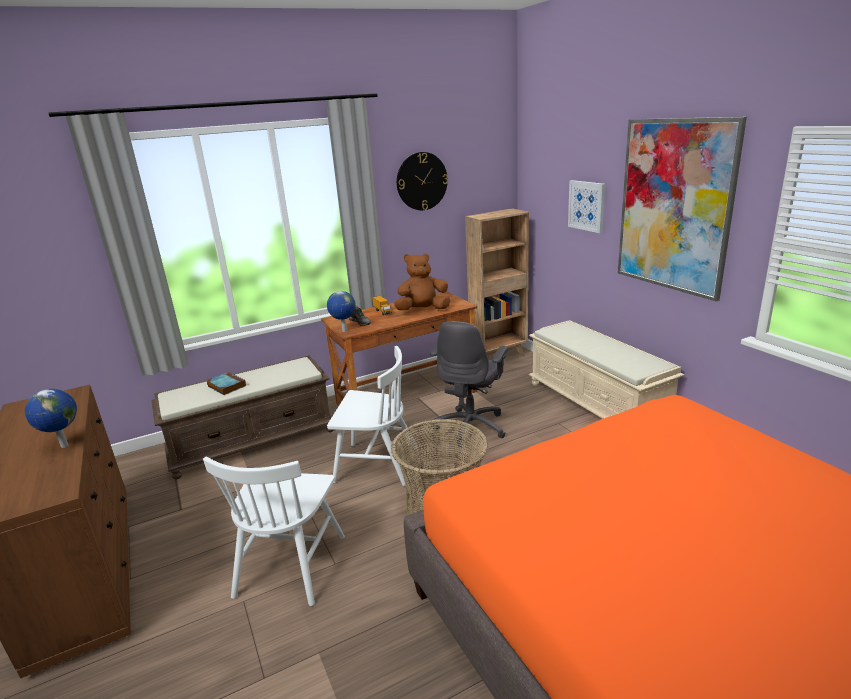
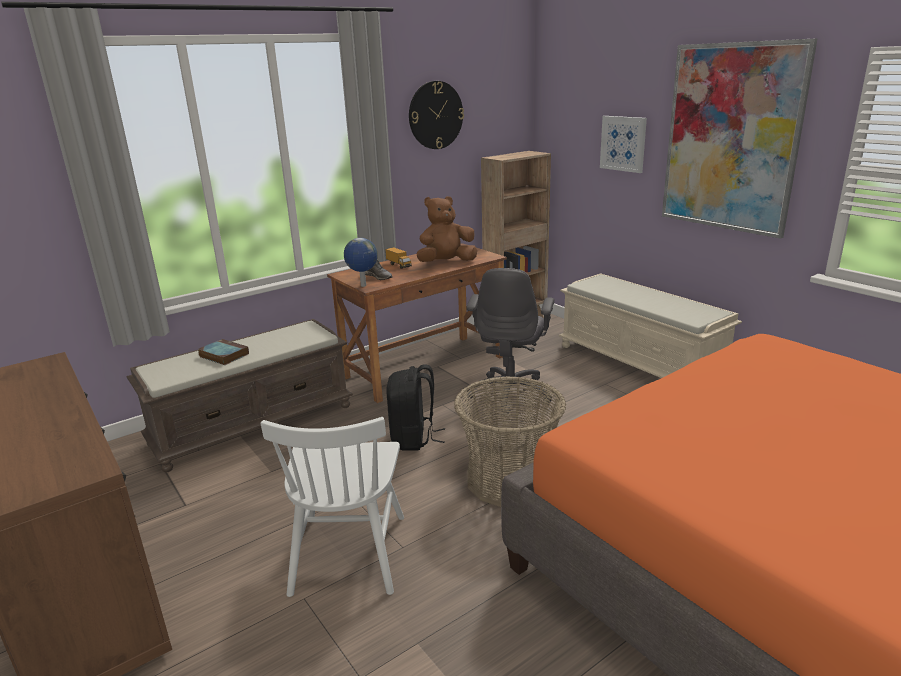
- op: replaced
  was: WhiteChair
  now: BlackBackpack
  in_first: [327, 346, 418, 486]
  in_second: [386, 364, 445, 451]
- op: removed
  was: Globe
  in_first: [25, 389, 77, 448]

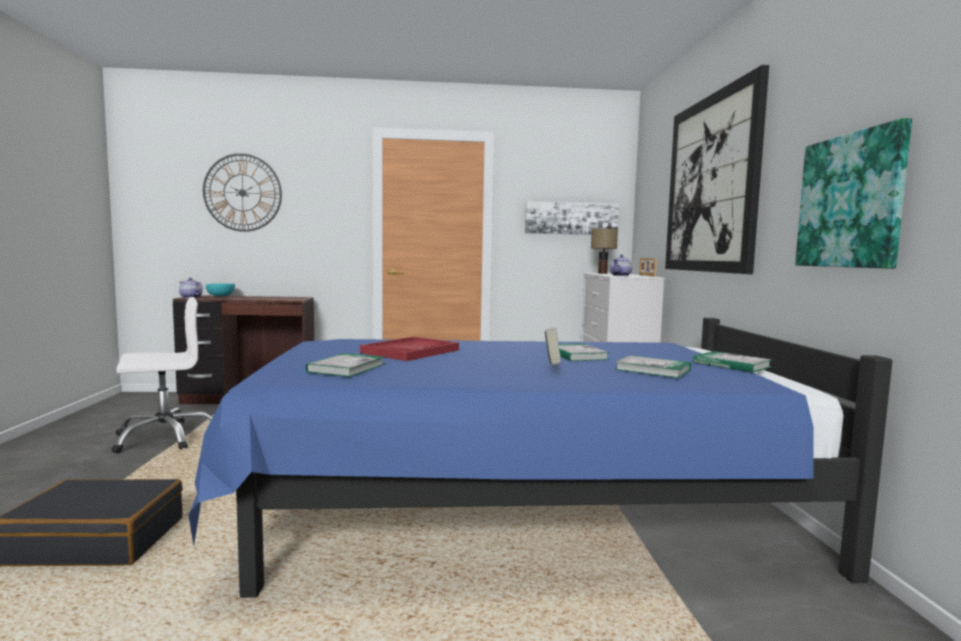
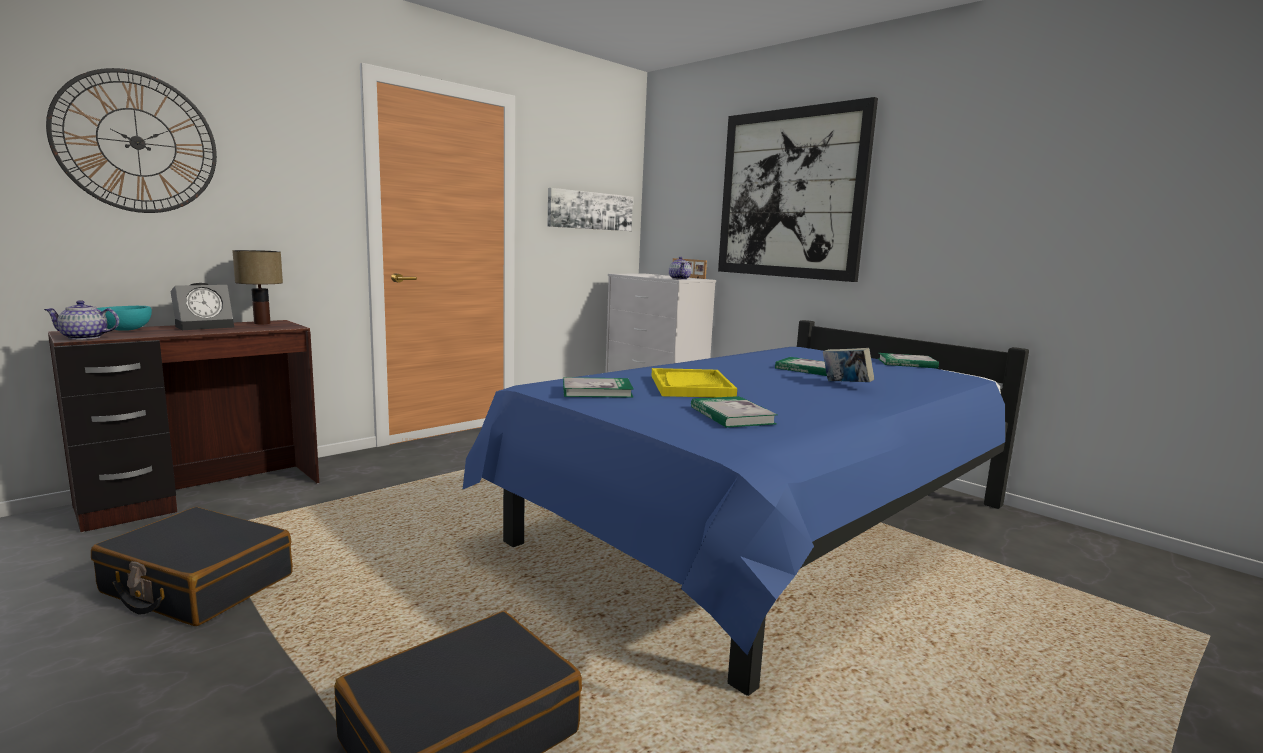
- op: replaced
  was: WhiteOfficeChair
  now: BlackSuitcase
  in_first: [111, 297, 212, 453]
  in_second: [91, 507, 292, 626]
- op: added
  now: AlarmClock
  in_second: [170, 283, 234, 330]
- op: moved
  was: TableLamp
  in_first: [591, 228, 618, 274]
  in_second: [232, 250, 283, 324]
- op: moved
  was: Book
  in_first: [615, 355, 691, 378]
  in_second: [563, 377, 634, 398]
- op: recoloured
  was: RedTray
  now: YellowTray
  in_first: [360, 337, 459, 361]
  in_second: [652, 368, 737, 397]
- op: removed
  was: Picture
  in_first: [795, 118, 912, 269]

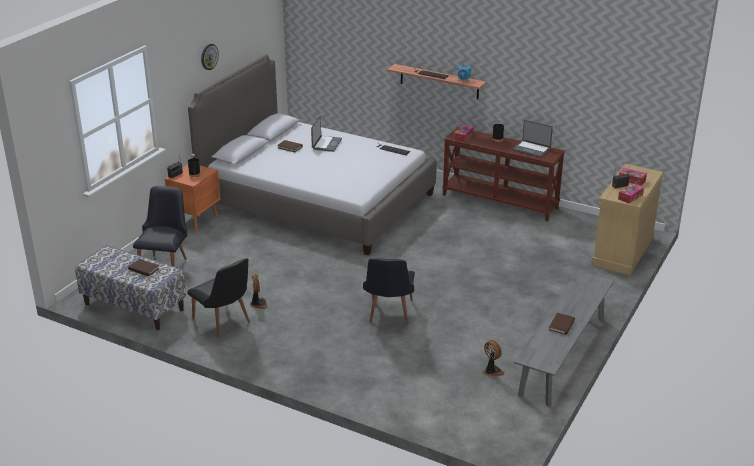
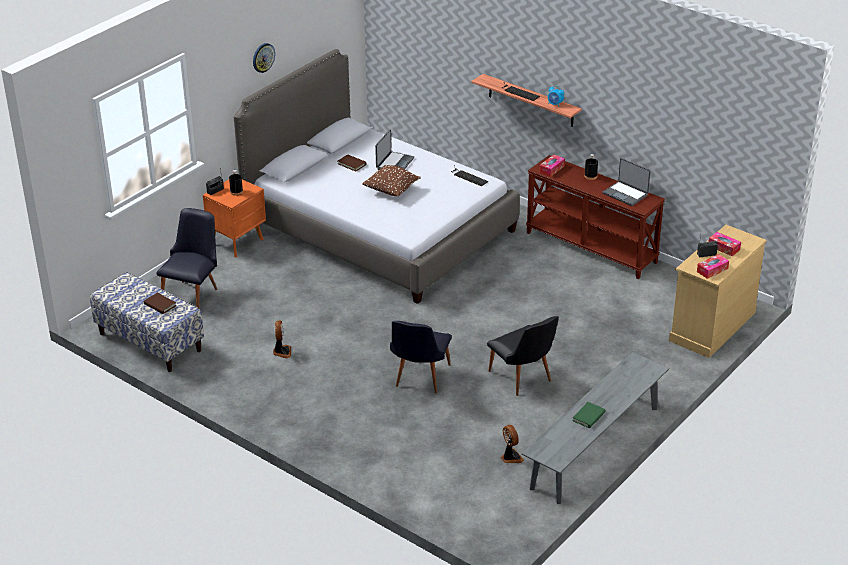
- op: added
  now: BrownPillow
  in_second: [362, 165, 421, 196]
- op: moved
  was: BlackChair
  in_first: [187, 258, 250, 337]
  in_second: [487, 316, 559, 396]
- op: recoloured
  was: BrownBook
  now: GreenBook
  in_first: [549, 313, 575, 335]
  in_second: [573, 402, 605, 428]

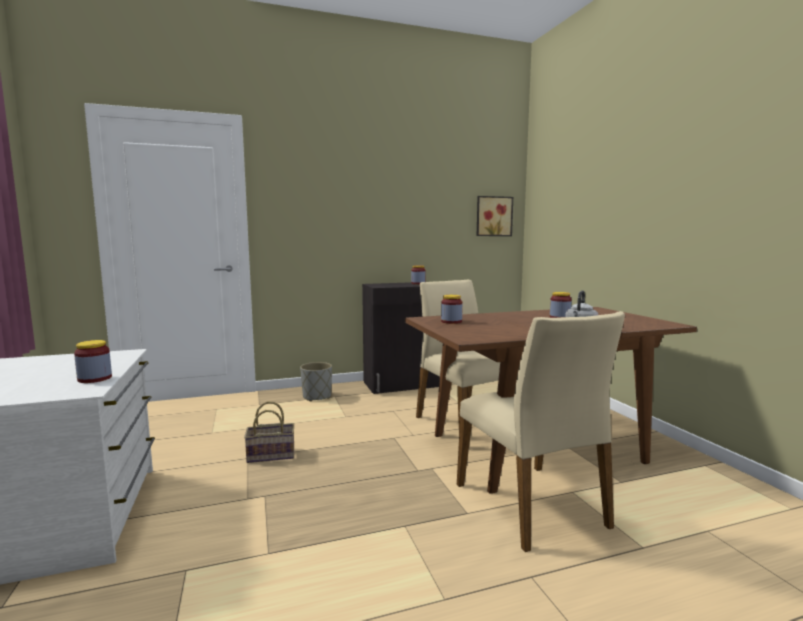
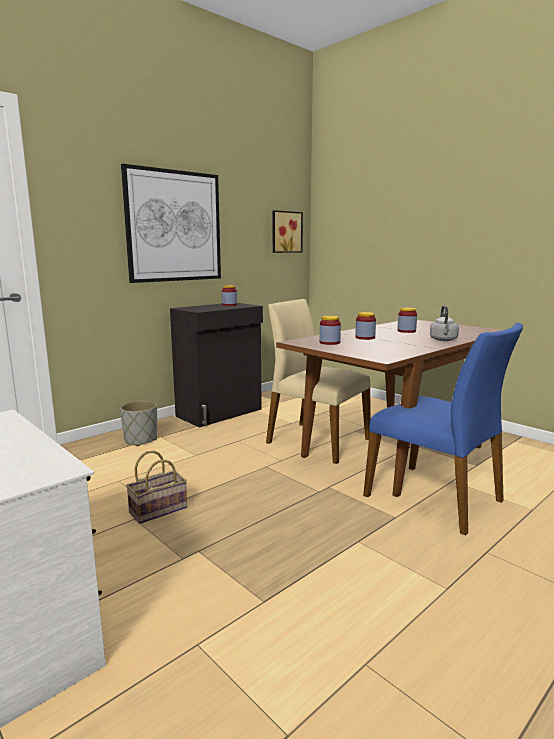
- op: added
  now: Picture
  in_second: [121, 164, 221, 283]
- op: moved
  was: Jar
  in_first: [74, 340, 112, 383]
  in_second: [355, 312, 376, 340]
- op: recoloured
  was: BeigeChair
  now: BlueChair
  in_first: [457, 311, 625, 552]
  in_second: [363, 323, 523, 536]

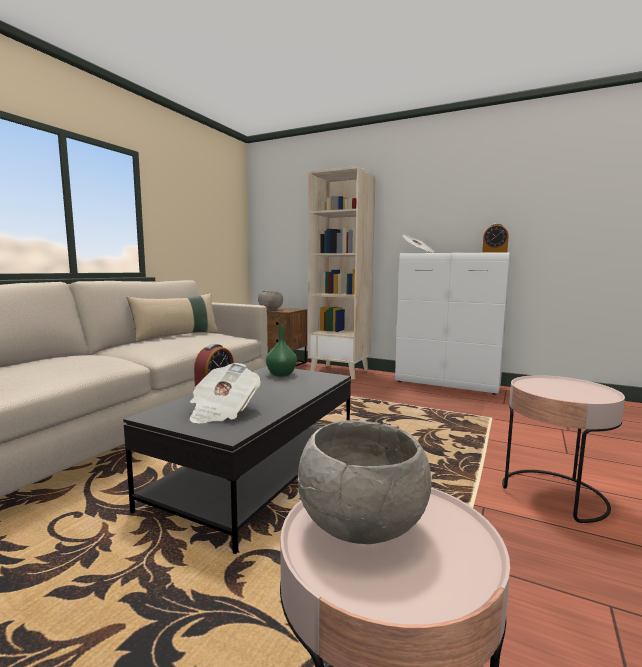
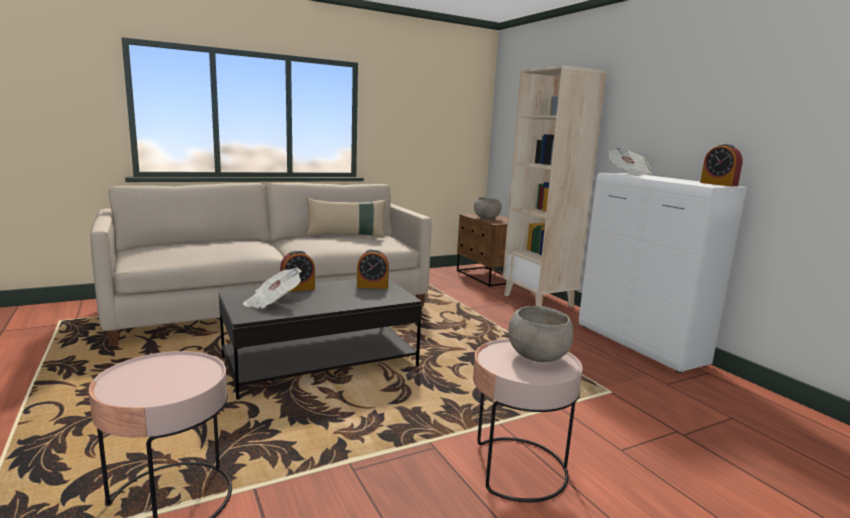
- op: replaced
  was: GreenVase
  now: AlarmClock
  in_first: [266, 325, 297, 377]
  in_second: [357, 249, 389, 289]
- op: moved
  was: GreyBowl
  in_first: [298, 420, 431, 544]
  in_second: [508, 306, 573, 362]

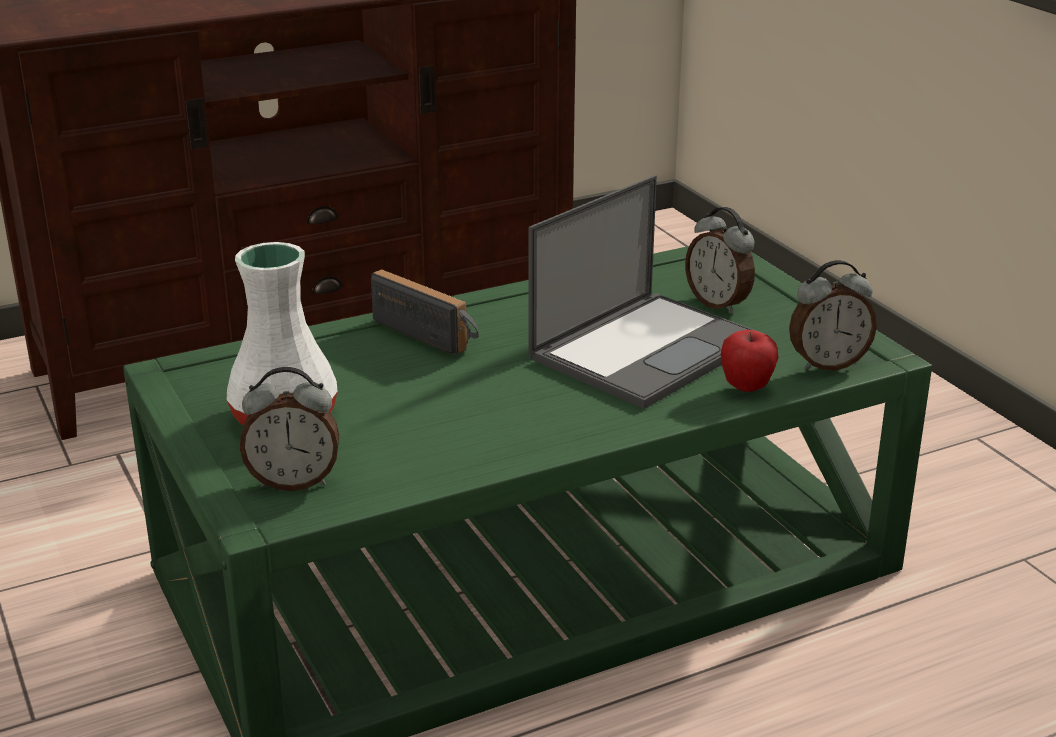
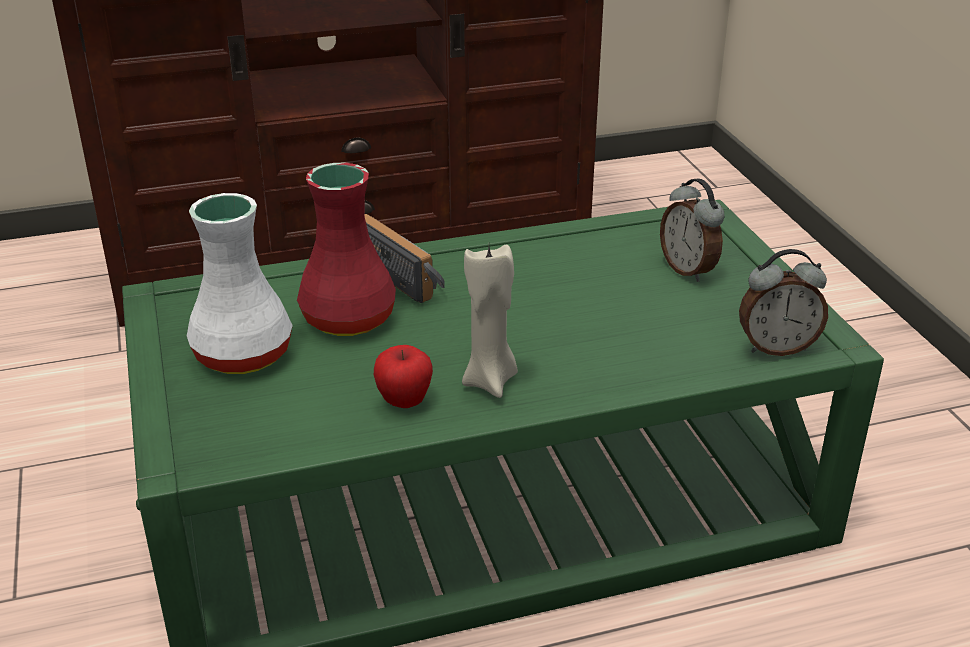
- op: added
  now: RedVase
  in_second: [297, 163, 396, 336]
- op: moved
  was: Apple
  in_first: [721, 330, 779, 392]
  in_second: [374, 345, 433, 408]
- op: added
  now: BeigeCandle
  in_second: [462, 245, 518, 398]
- op: removed
  was: AlarmClock
  in_first: [240, 367, 339, 491]
- op: removed
  was: Laptop
  in_first: [528, 175, 759, 409]

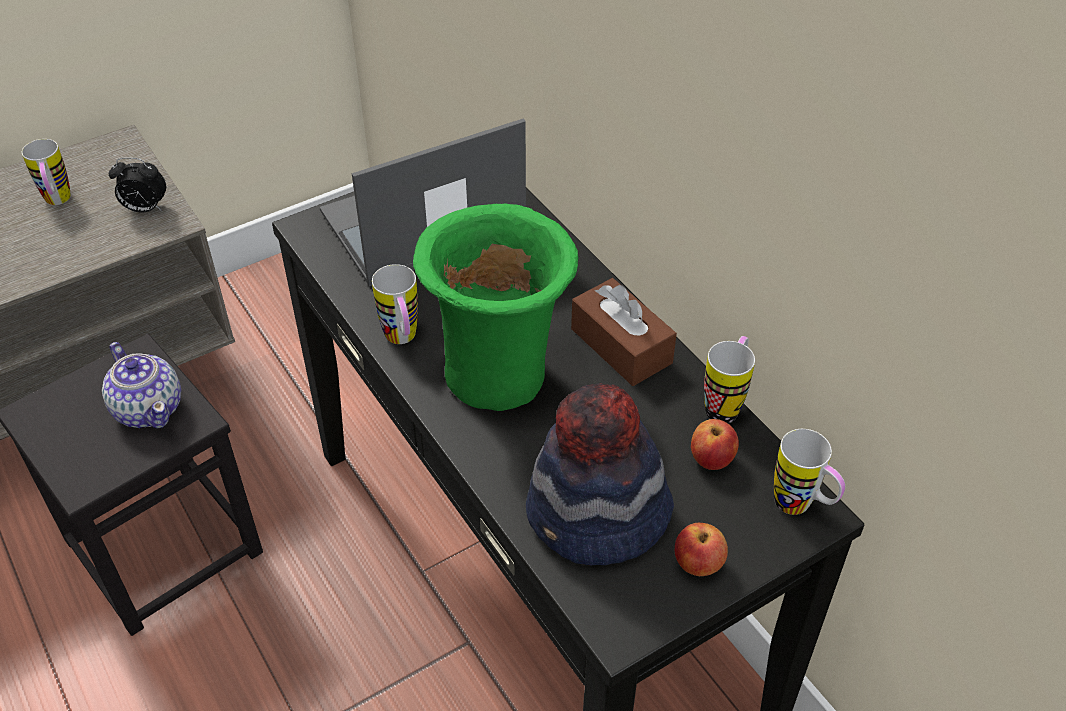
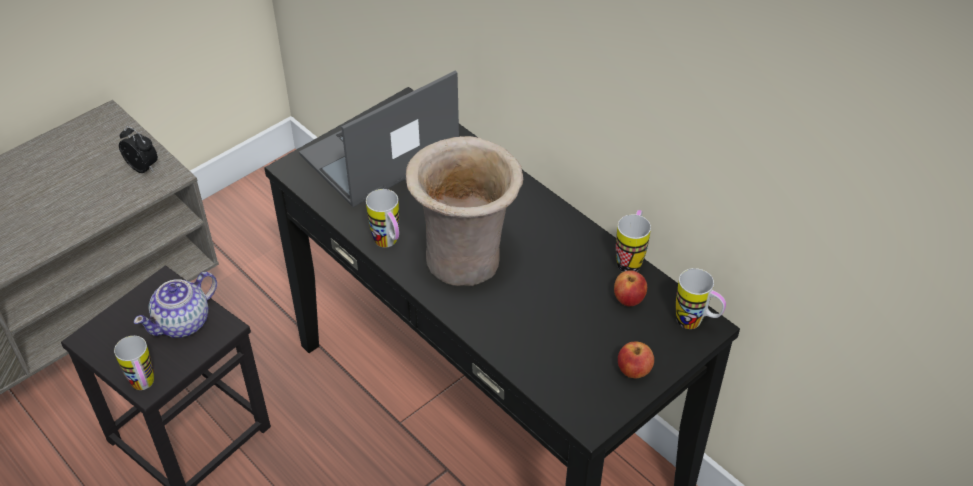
- op: moved
  was: Mug
  in_first: [22, 139, 71, 205]
  in_second: [114, 336, 154, 390]
- op: turned
  was: AlarmClock
  in_first: [109, 157, 166, 213]
  in_second: [119, 126, 158, 173]
  clockwise: -135
- op: turned
  was: Teapot
  in_first: [102, 342, 181, 428]
  in_second: [134, 272, 217, 338]
  clockwise: 90
- op: recoloured
  was: GreenVase
  now: BeigeVase
  in_first: [413, 203, 578, 411]
  in_second: [406, 136, 523, 286]
- op: removed
  was: Hat
  in_first: [526, 383, 674, 566]
- op: removed
  was: BrownTissueBox
  in_first: [571, 278, 677, 386]

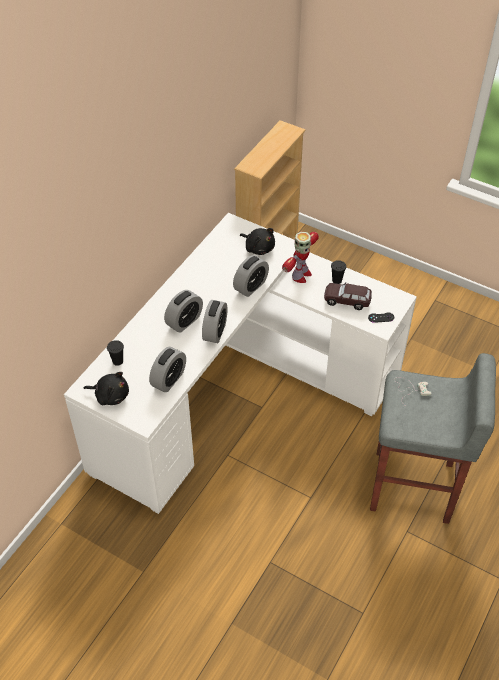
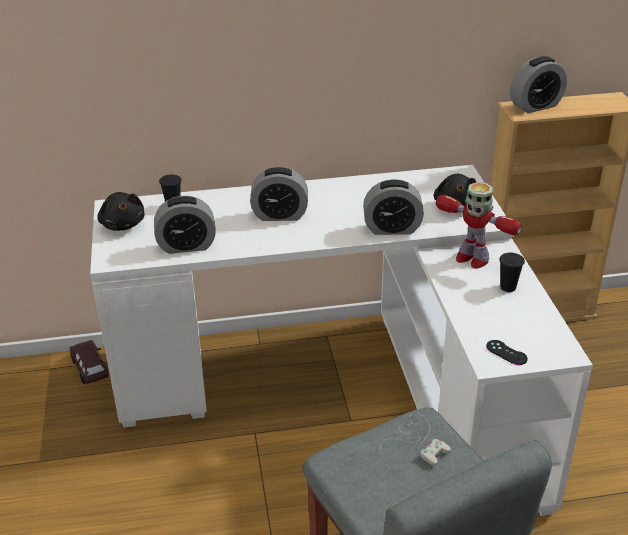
- op: moved
  was: BrownToyCar
  in_first: [324, 283, 372, 310]
  in_second: [70, 340, 109, 384]
- op: turned
  was: ToyRobot
  in_first: [282, 232, 319, 283]
  in_second: [436, 182, 522, 269]
  clockwise: 45
- op: moved
  was: AlarmClock
  in_first: [202, 300, 227, 343]
  in_second: [510, 56, 567, 113]

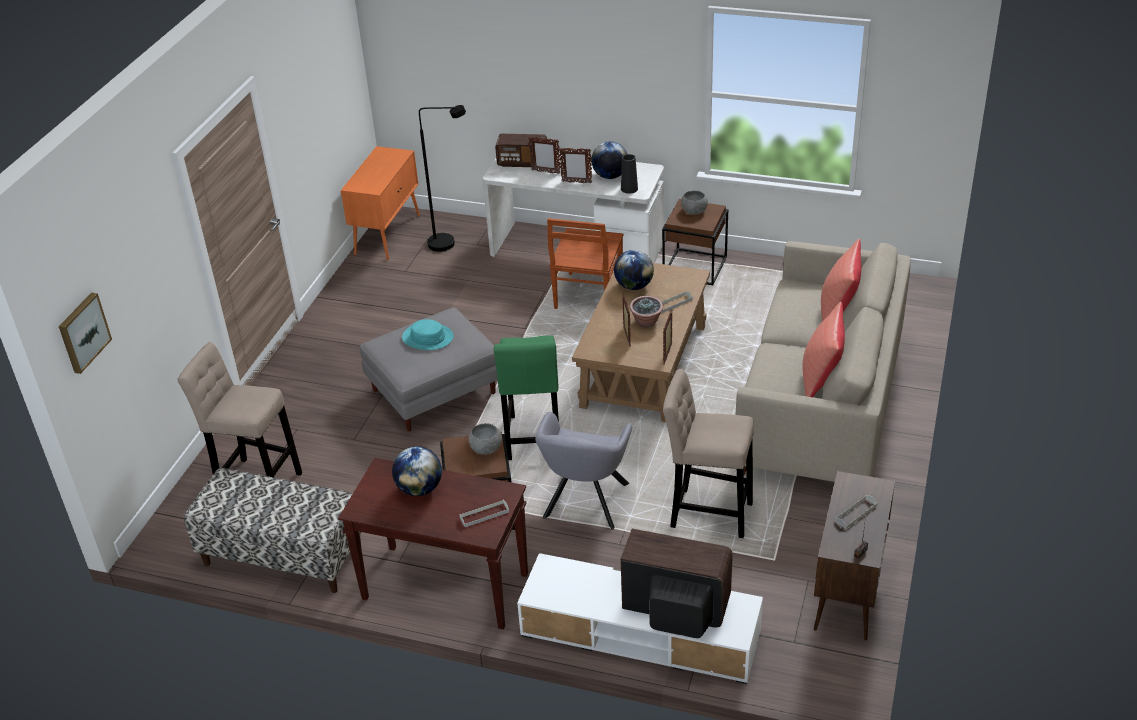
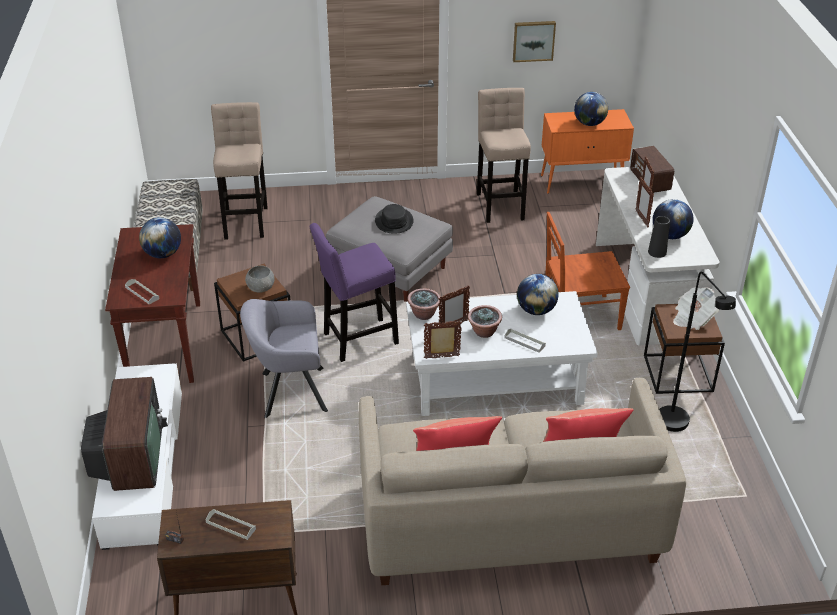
- op: recoloured
  was: GreenStool
  now: PurpleStool
  in_first: [494, 335, 559, 460]
  in_second: [310, 223, 399, 362]
- op: recoloured
  was: TurquoiseHat
  now: BlackHat
  in_first: [402, 319, 453, 350]
  in_second: [375, 204, 414, 234]
- op: recoloured
  was: BrownCoffeeTable
  now: WhiteCoffeeTable
  in_first: [572, 263, 710, 422]
  in_second: [406, 291, 598, 416]
- op: added
  now: PottedPlant
  in_second: [407, 288, 441, 320]
- op: moved
  was: BeigeStool
  in_first: [663, 369, 754, 538]
  in_second: [477, 88, 531, 223]
- op: moved
  was: Picture
  in_first: [59, 293, 112, 374]
  in_second: [513, 21, 556, 62]
- op: added
  now: Globe
  in_second: [574, 92, 608, 126]
- op: moved
  was: BlackFloorLamp
  in_first: [419, 105, 466, 252]
  in_second: [659, 272, 736, 432]
- op: replaced
  was: GreyBowl
  now: Newspaper
  in_first: [681, 190, 708, 215]
  in_second: [673, 287, 719, 330]

